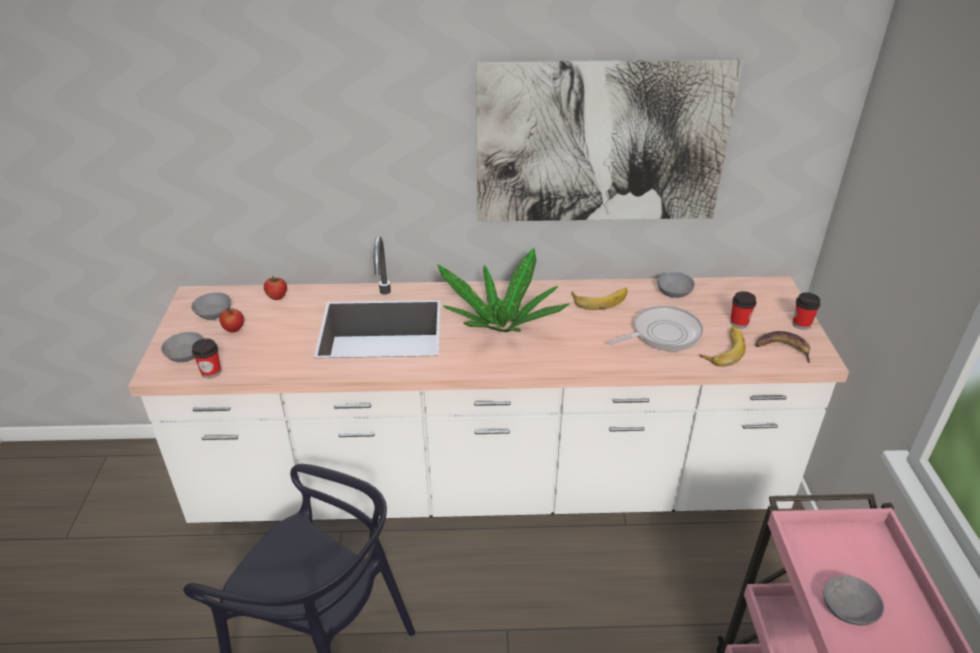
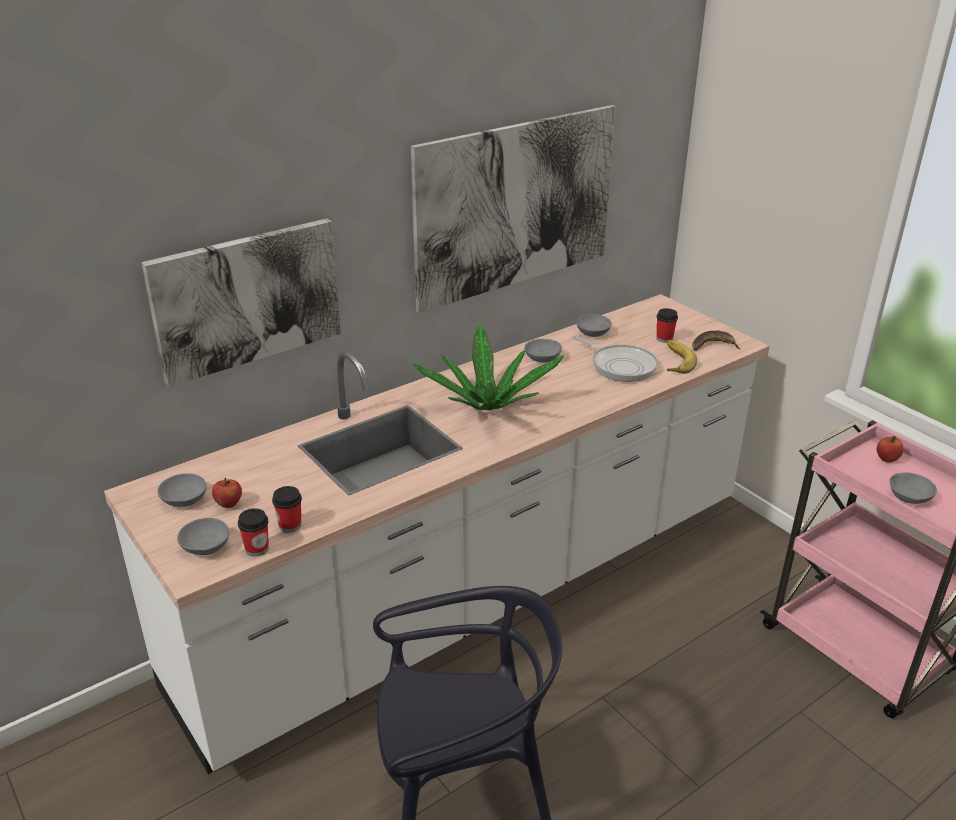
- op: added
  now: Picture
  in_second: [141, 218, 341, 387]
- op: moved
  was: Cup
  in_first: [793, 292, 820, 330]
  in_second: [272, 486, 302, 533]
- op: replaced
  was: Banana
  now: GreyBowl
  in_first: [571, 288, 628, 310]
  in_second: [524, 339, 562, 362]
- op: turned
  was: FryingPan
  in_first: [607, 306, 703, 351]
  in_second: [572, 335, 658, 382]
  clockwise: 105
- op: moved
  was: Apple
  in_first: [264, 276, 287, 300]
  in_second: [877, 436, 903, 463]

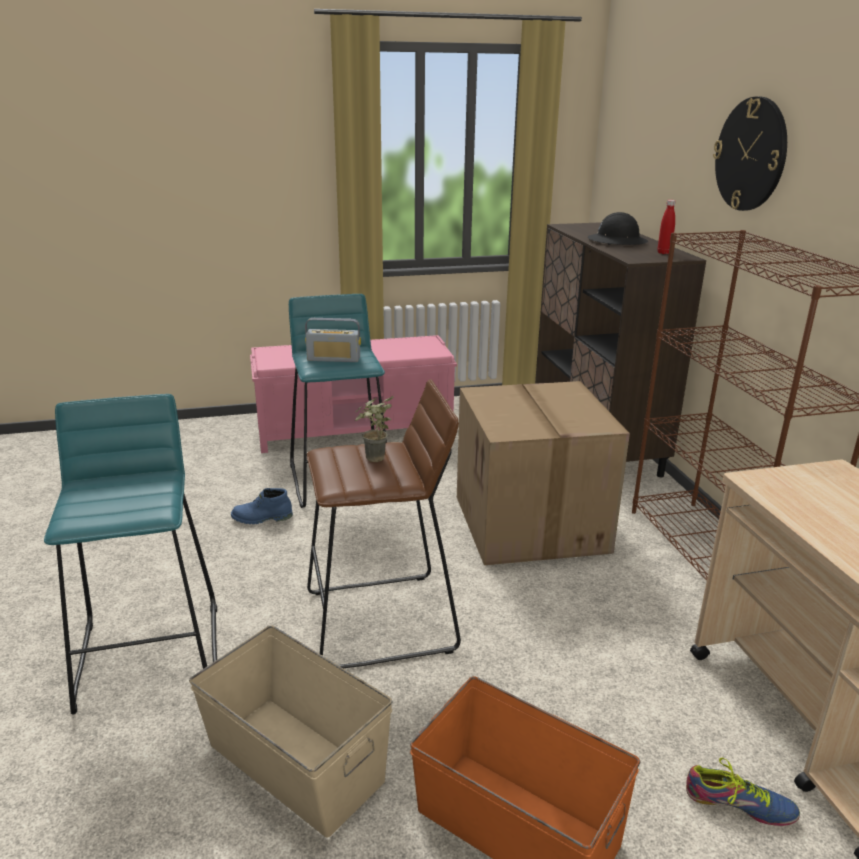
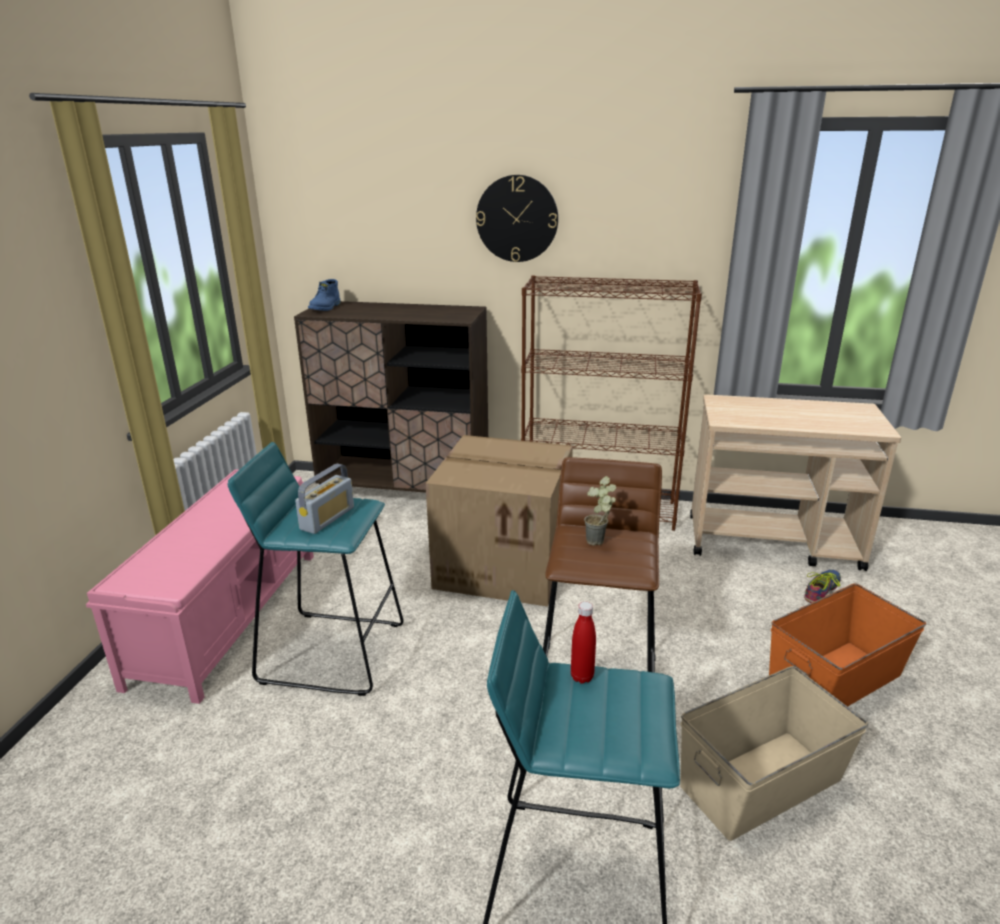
- op: moved
  was: BlueBoot
  in_first: [231, 488, 293, 524]
  in_second: [308, 279, 341, 311]
- op: moved
  was: RedBottle
  in_first: [657, 200, 676, 254]
  in_second: [571, 602, 596, 684]
- op: removed
  was: BlackHardHat
  in_first: [588, 212, 648, 245]

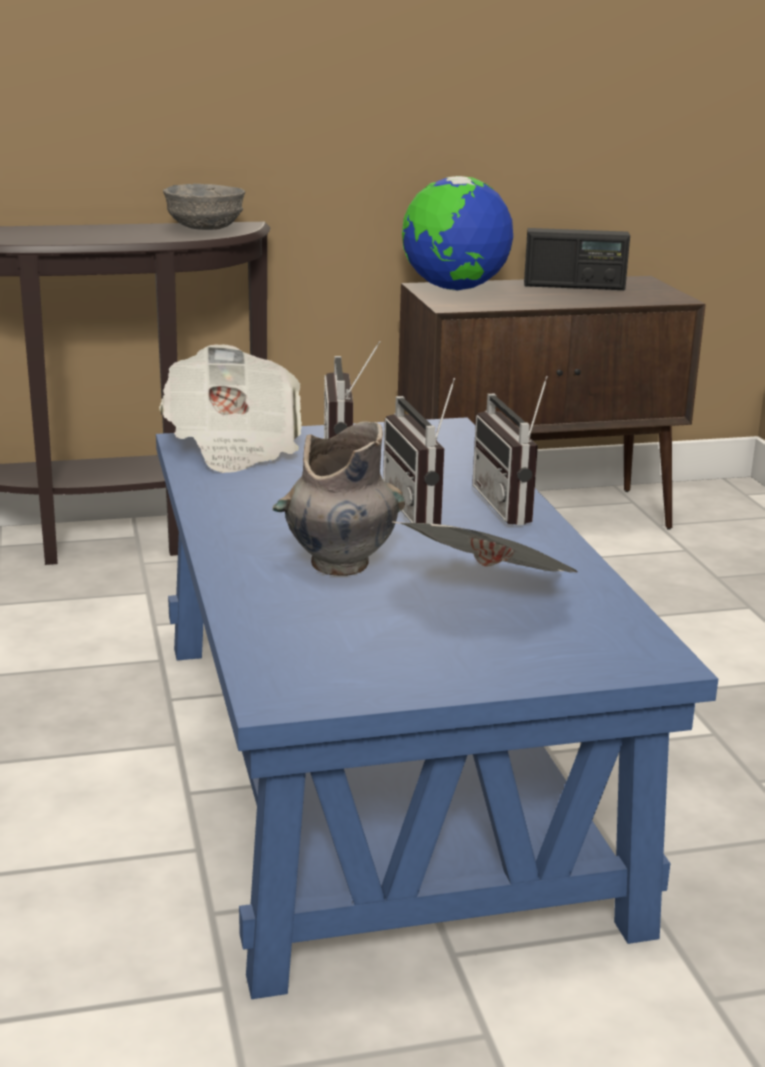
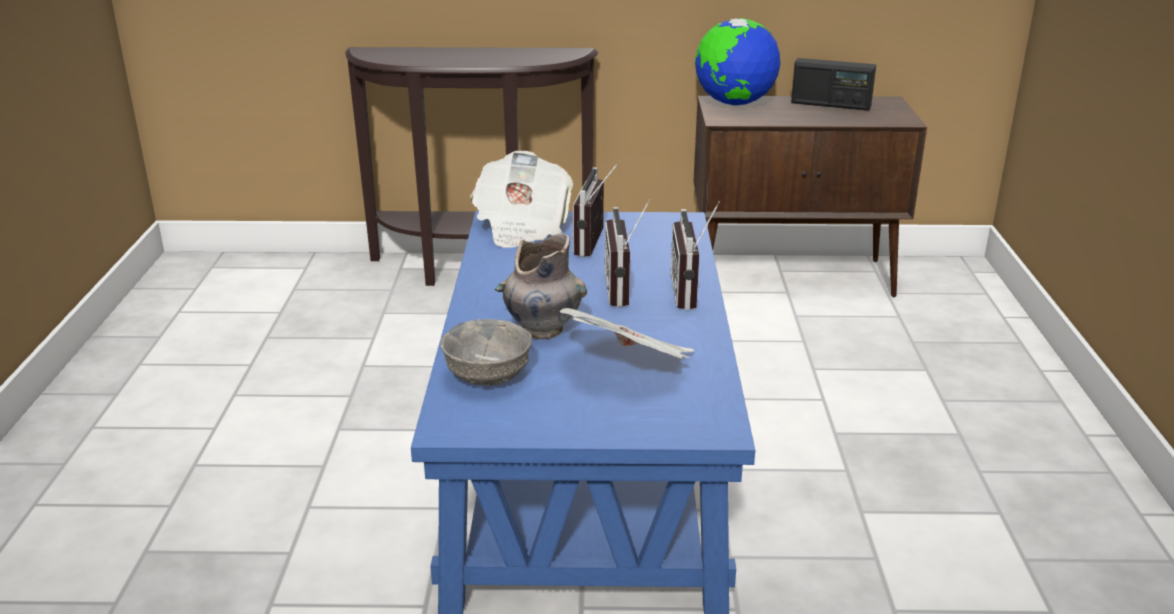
- op: moved
  was: GreyBowl
  in_first: [163, 184, 245, 230]
  in_second: [441, 319, 532, 385]

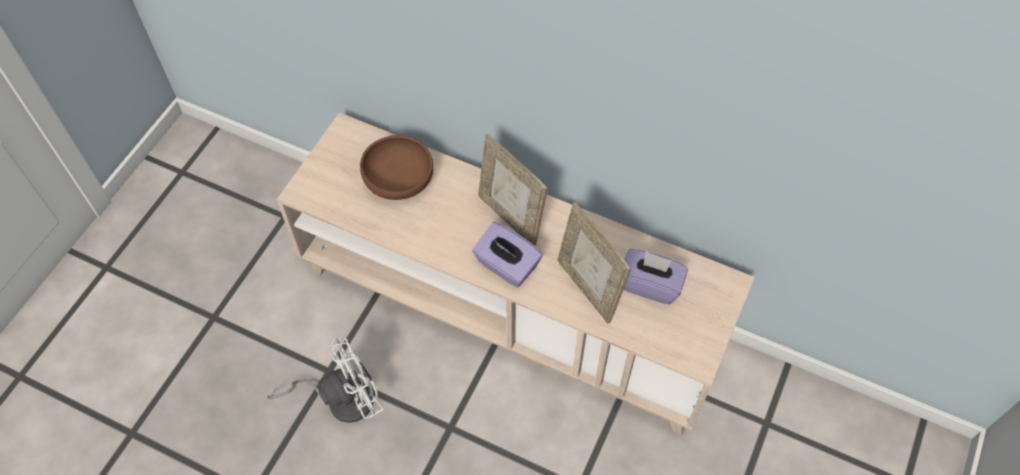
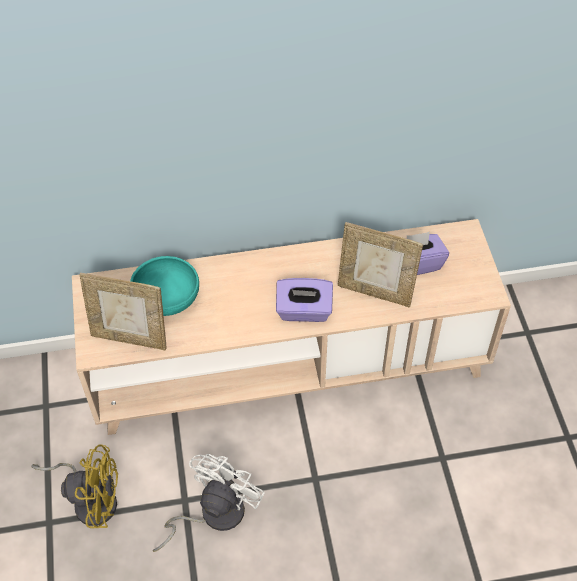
- op: added
  now: YellowFan
  in_second: [31, 444, 118, 528]
- op: moved
  was: PictureFrame
  in_first: [478, 134, 548, 246]
  in_second: [79, 273, 166, 351]
- op: recoloured
  was: BrownBowl
  now: TurquoiseBowl
  in_first: [360, 135, 433, 200]
  in_second: [130, 256, 199, 316]

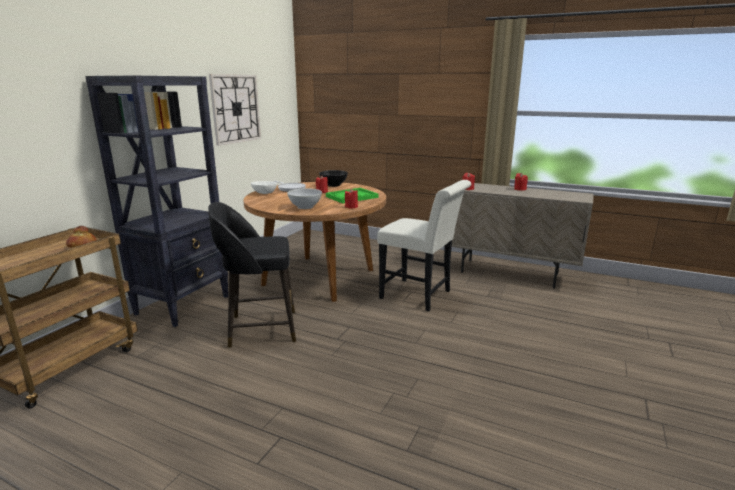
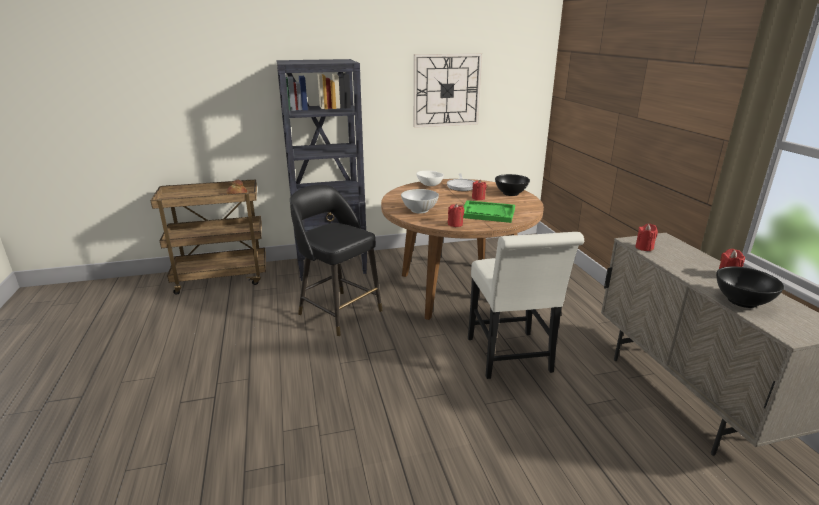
- op: added
  now: BlackBowl
  in_second: [716, 266, 784, 308]

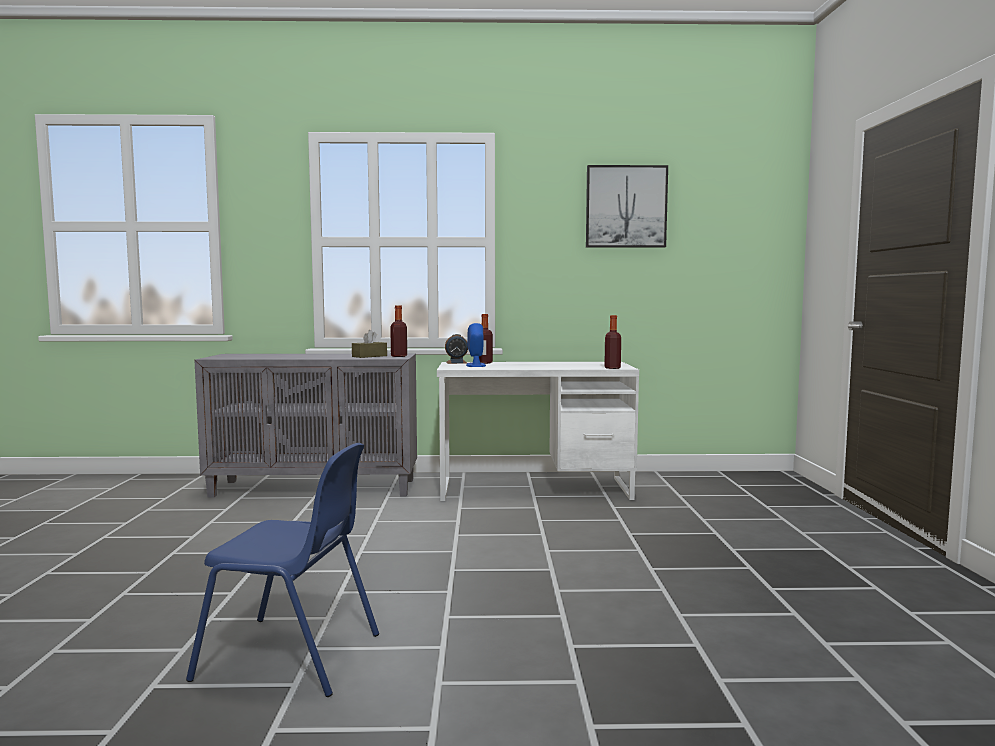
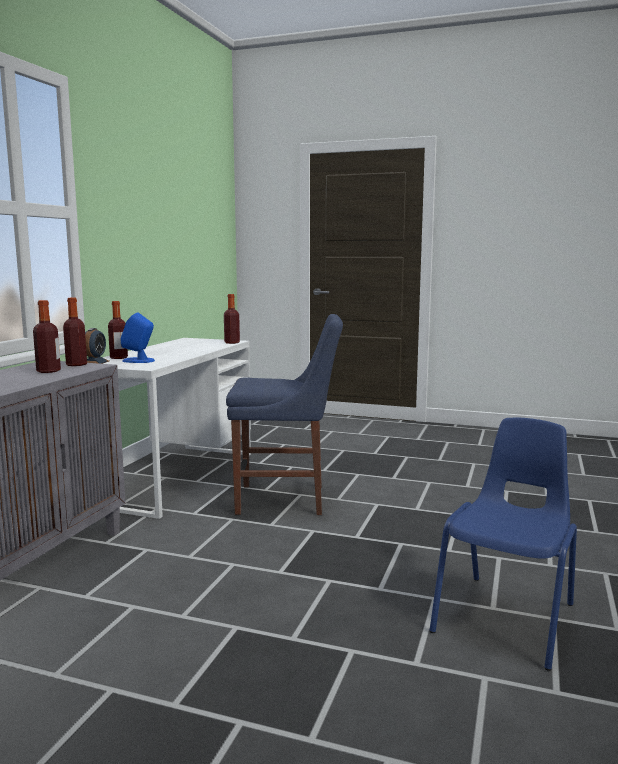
- op: replaced
  was: BrownTissueBox
  now: Bottle
  in_first: [352, 330, 387, 358]
  in_second: [33, 300, 61, 373]
- op: added
  now: BlueChair
  in_second: [226, 314, 343, 515]
- op: removed
  was: Picture
  in_first: [586, 165, 668, 248]

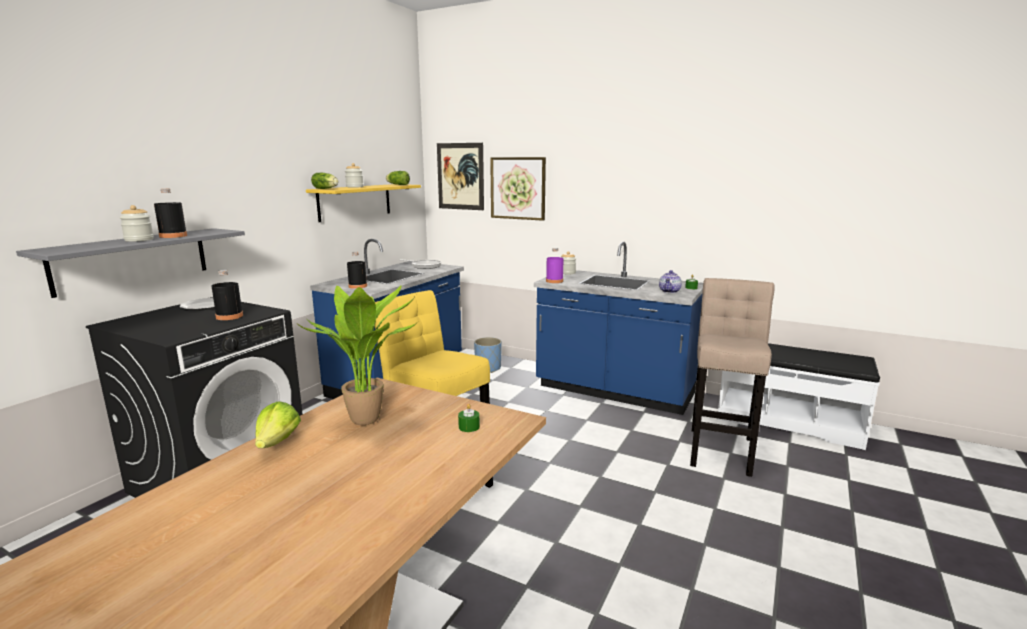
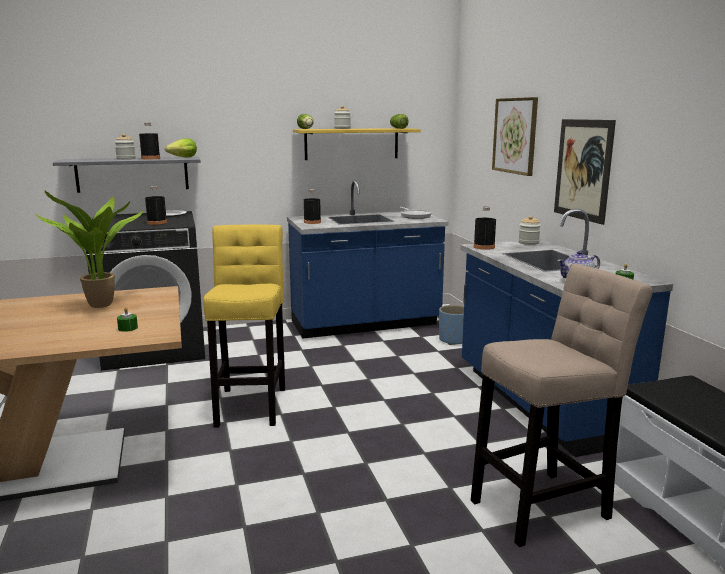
- op: moved
  was: Lettuce
  in_first: [255, 401, 301, 448]
  in_second: [165, 138, 197, 157]
- op: recoloured
  was: PurpleBottle
  now: BlackBottle
  in_first: [546, 248, 564, 283]
  in_second: [474, 207, 496, 250]
- op: moved
  was: Picture
  in_first: [437, 143, 484, 210]
  in_second: [554, 119, 616, 225]

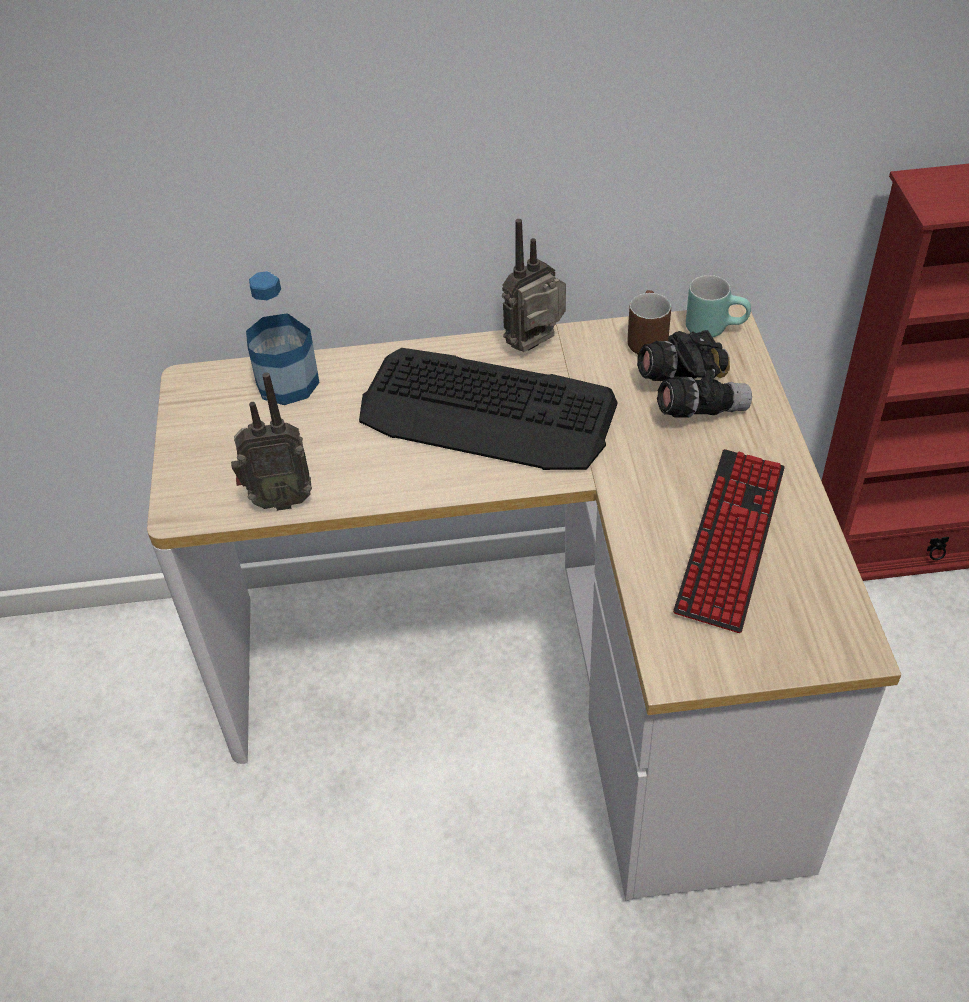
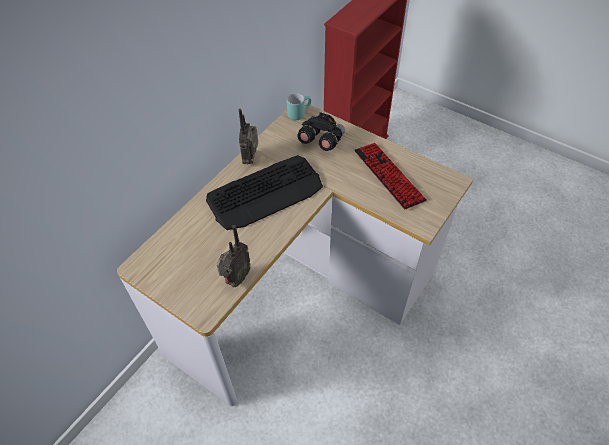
- op: removed
  was: Bottle
  in_first: [246, 271, 320, 405]
- op: removed
  was: BrownMug
  in_first: [627, 290, 671, 354]

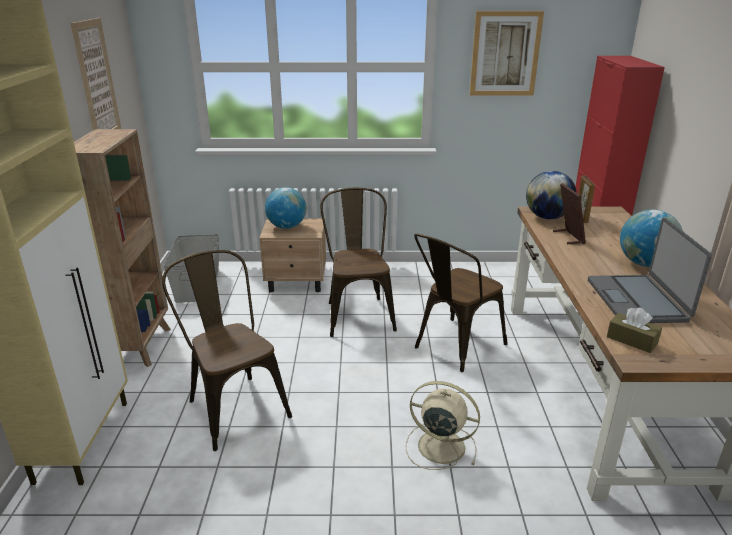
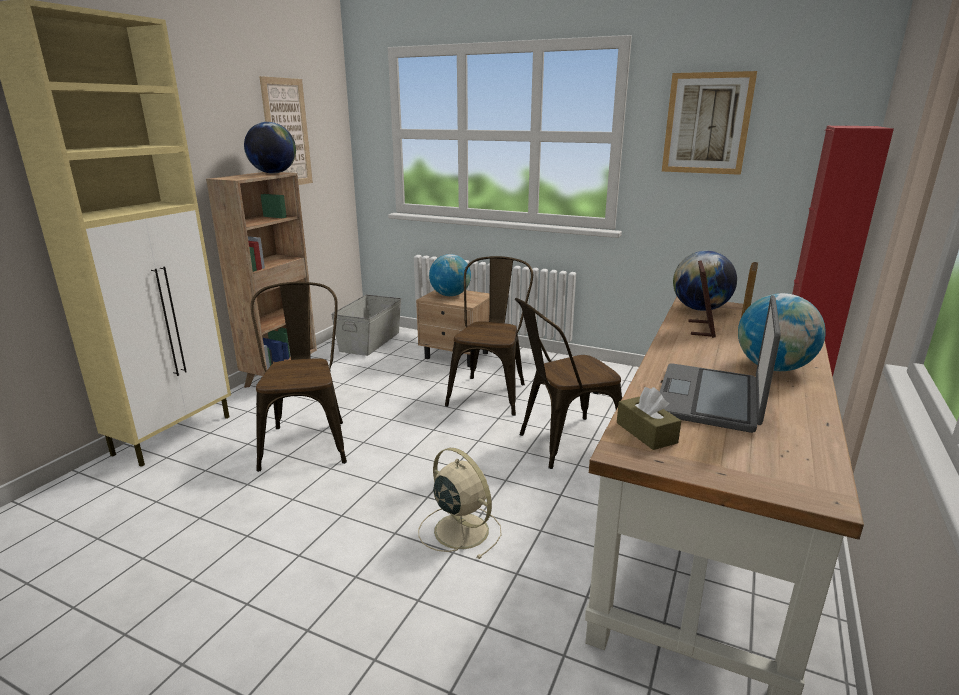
- op: added
  now: Globe
  in_second: [244, 122, 296, 174]

